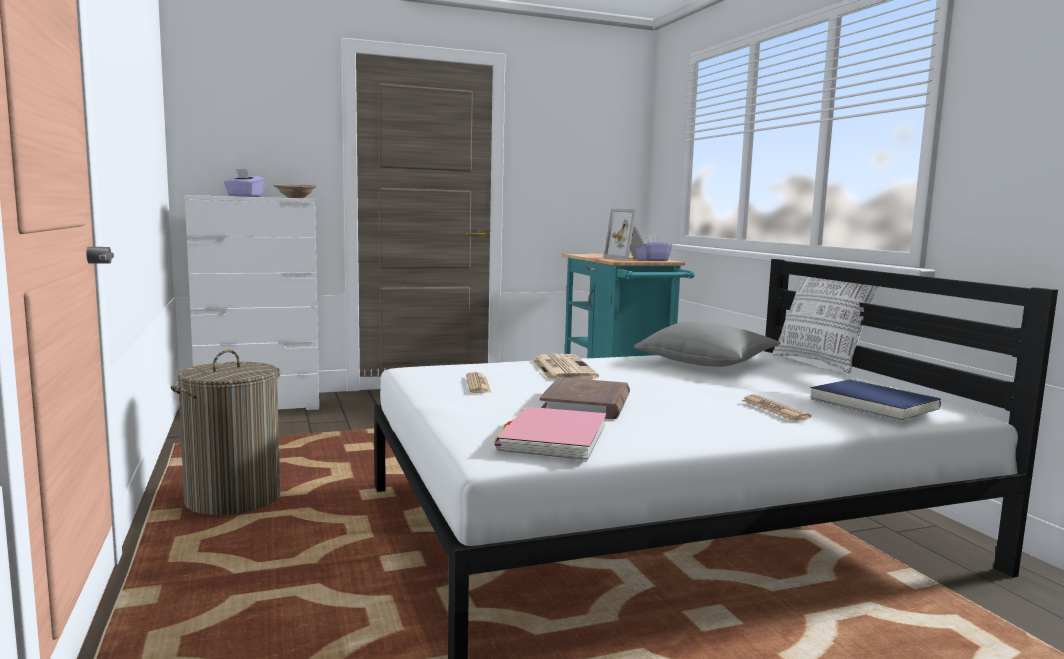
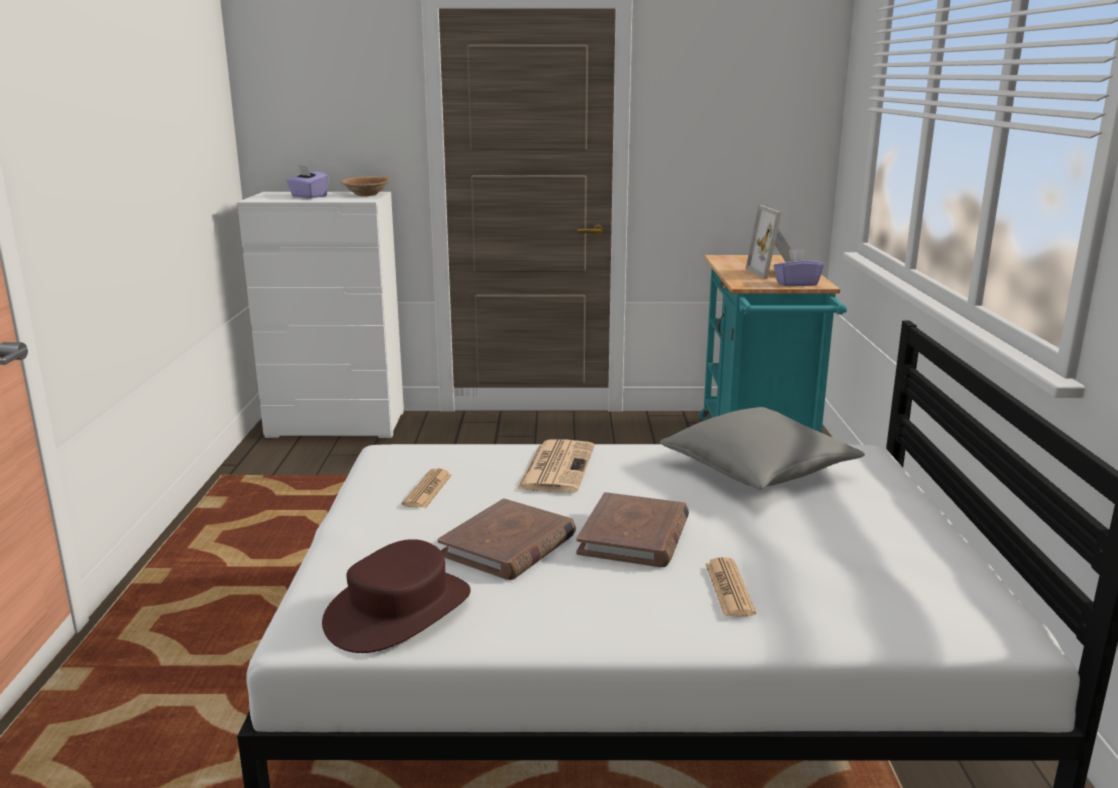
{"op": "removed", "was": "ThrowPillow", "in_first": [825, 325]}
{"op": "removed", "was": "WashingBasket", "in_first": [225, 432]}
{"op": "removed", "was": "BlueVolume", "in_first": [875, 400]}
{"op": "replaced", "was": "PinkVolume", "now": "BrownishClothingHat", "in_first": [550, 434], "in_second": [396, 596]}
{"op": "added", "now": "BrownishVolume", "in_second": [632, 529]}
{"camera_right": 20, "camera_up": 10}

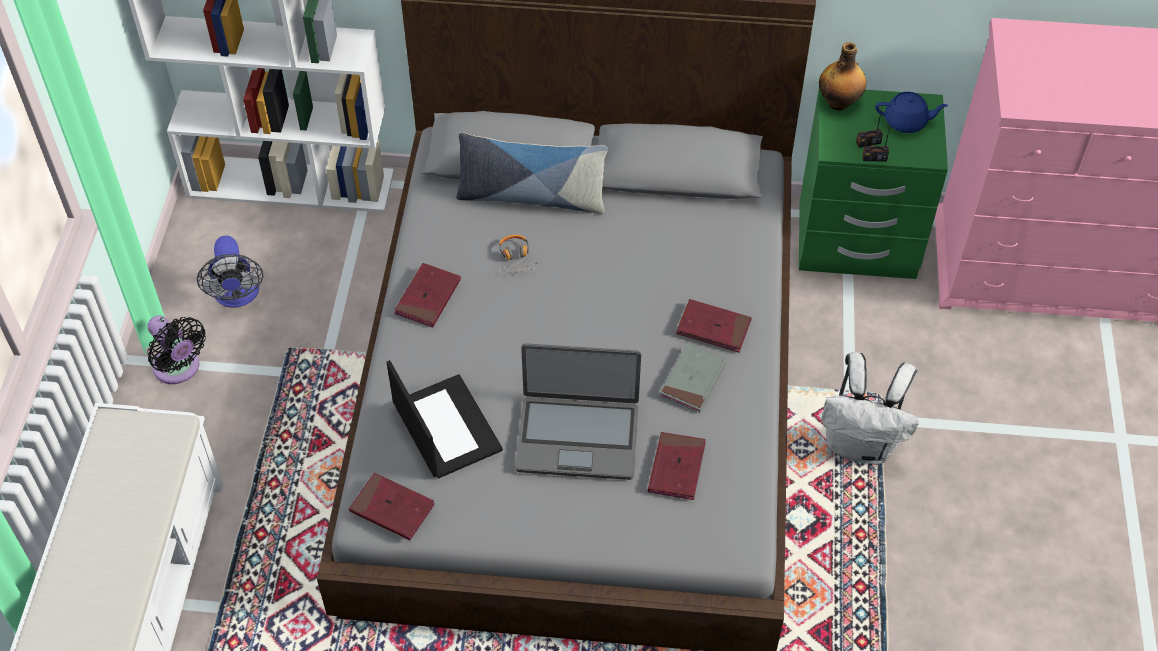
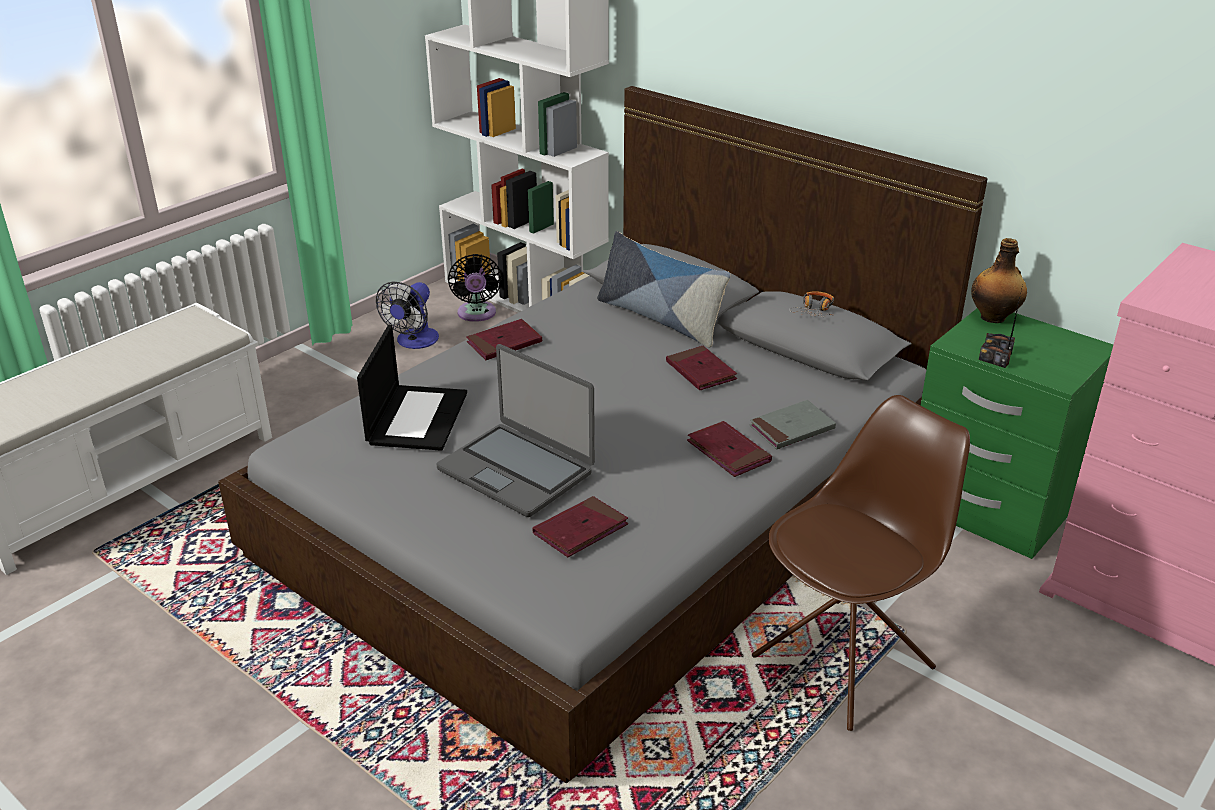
{"op": "removed", "was": "BlueTeaPot", "in_first": [911, 112]}
{"op": "moved", "was": "PairOfHeadphones", "in_first": [519, 255], "in_second": [811, 304]}
{"op": "moved", "was": "BlackColouredFan", "in_first": [176, 350], "in_second": [475, 288]}
{"op": "moved", "was": "GreyVolume", "in_first": [693, 378], "in_second": [793, 424]}
{"op": "replaced", "was": "WhitishBackpack", "now": "BrownishUprightChair", "in_first": [870, 408], "in_second": [861, 563]}
{"op": "moved", "was": "ReddishVolume", "in_first": [392, 506], "in_second": [701, 368]}
{"camera_right": 35, "camera_up": -20}

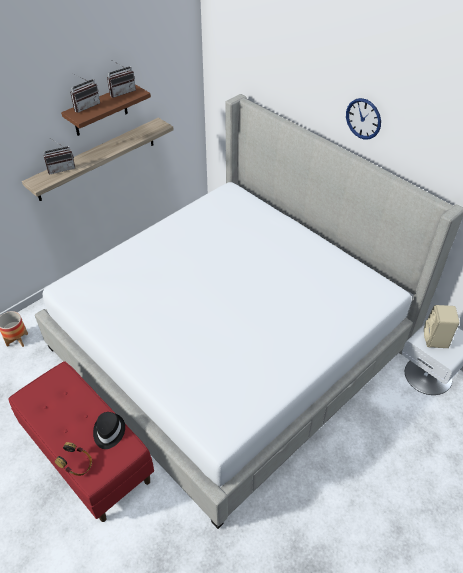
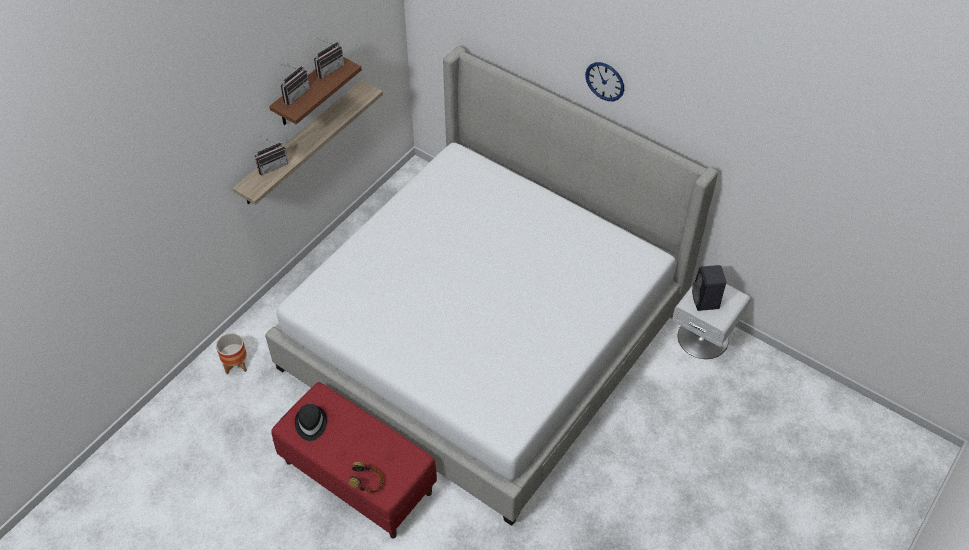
{"op": "recoloured", "was": "SandColouredAudioSpeaker", "now": "BlackColouredAudioSpeaker", "in_first": [441, 326], "in_second": [709, 288]}
{"op": "moved", "was": "BlackColouredClothingHat", "in_first": [109, 430], "in_second": [311, 422]}
{"camera_right": -10, "camera_up": 5}

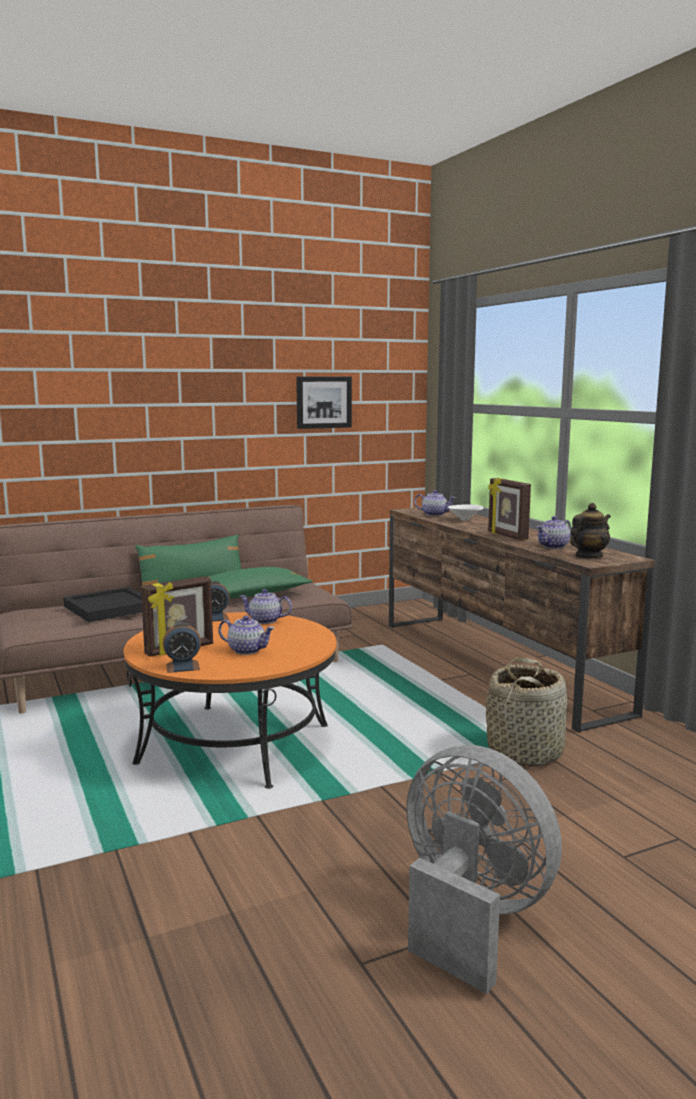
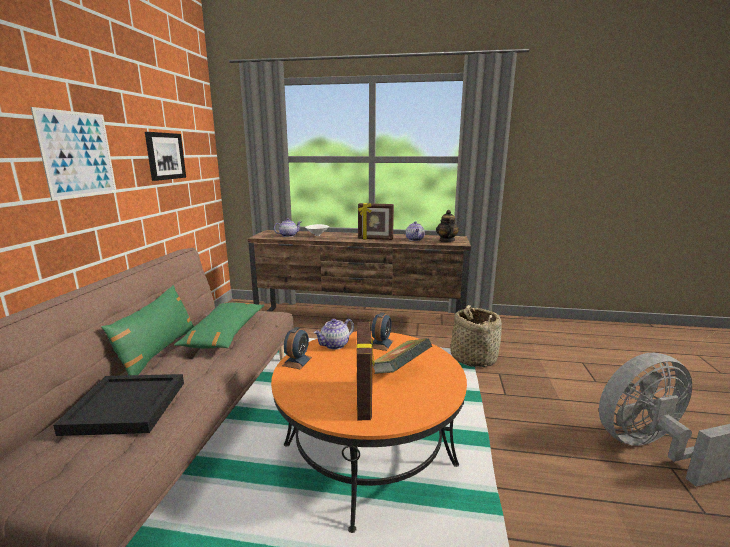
{"op": "replaced", "was": "TeaPot", "now": "Volume", "in_first": [246, 635], "in_second": [402, 356]}
{"op": "moved", "was": "AlarmClock", "in_first": [182, 648], "in_second": [382, 331]}
{"op": "added", "now": "WallPicture", "in_second": [74, 153]}
{"camera_right": -55, "camera_up": 5}

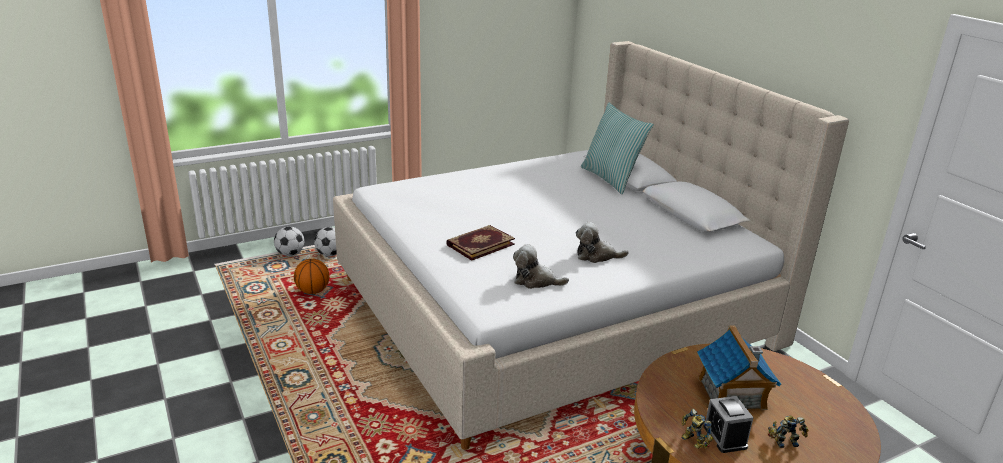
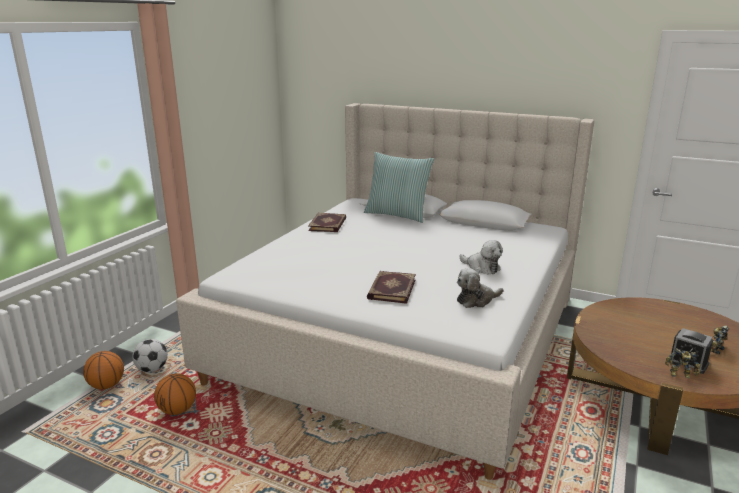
{"op": "turned", "was": "PlushToy", "in_first": [602, 242], "in_second": [481, 257], "clockwise": -105}
{"op": "replaced", "was": "Football", "now": "BallForBasketball", "in_first": [289, 241], "in_second": [103, 370]}
{"op": "removed", "was": "ToyHouse", "in_first": [739, 368]}
{"op": "added", "now": "Volume", "in_second": [327, 222]}
{"camera_right": -35, "camera_up": -5}

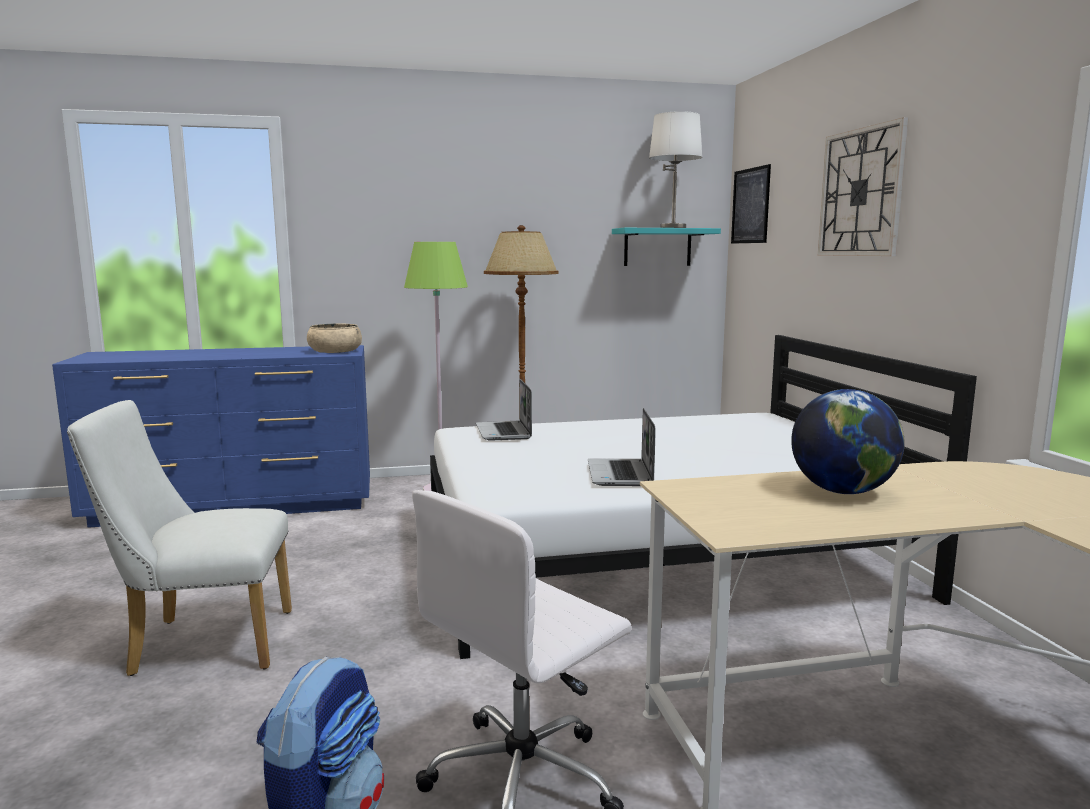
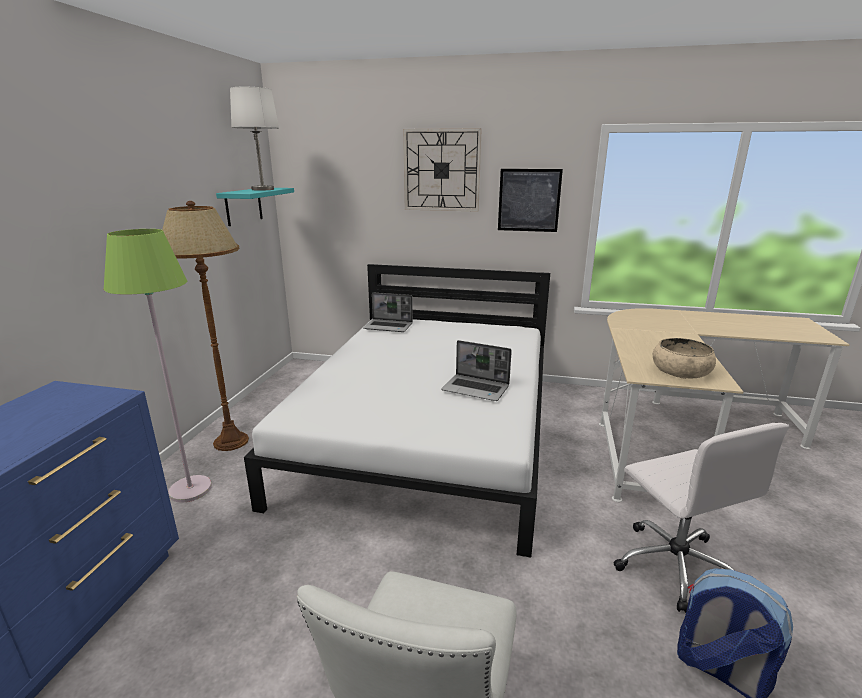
{"op": "moved", "was": "WallPicture", "in_first": [751, 204], "in_second": [530, 200]}
{"op": "moved", "was": "SandColouredBowl", "in_first": [334, 338], "in_second": [684, 358]}
{"op": "moved", "was": "PortableComputer", "in_first": [504, 410], "in_second": [388, 312]}
{"op": "removed", "was": "WorldGlobe", "in_first": [848, 441]}
{"camera_right": -65, "camera_up": 10}

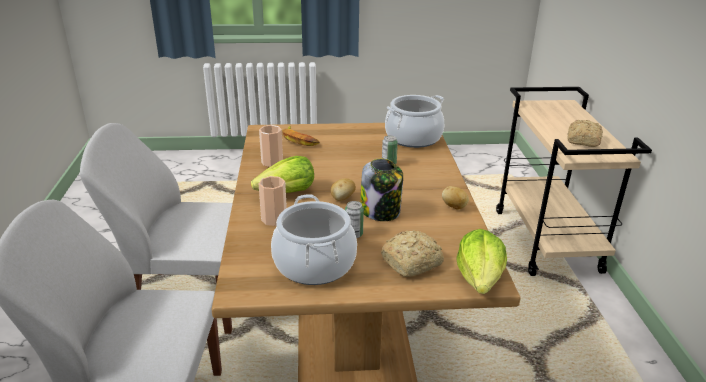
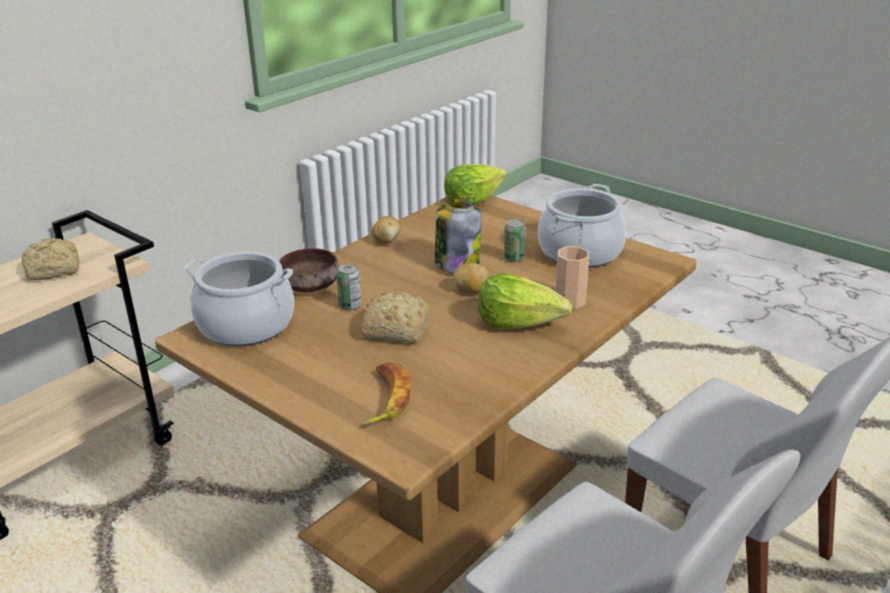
{"op": "removed", "was": "DrinkingCup", "in_first": [271, 146]}
{"op": "moved", "was": "BakeryBread", "in_first": [412, 253], "in_second": [395, 317]}
{"op": "added", "now": "BrownishBowl", "in_second": [309, 270]}
{"camera_right": -135, "camera_up": 0}

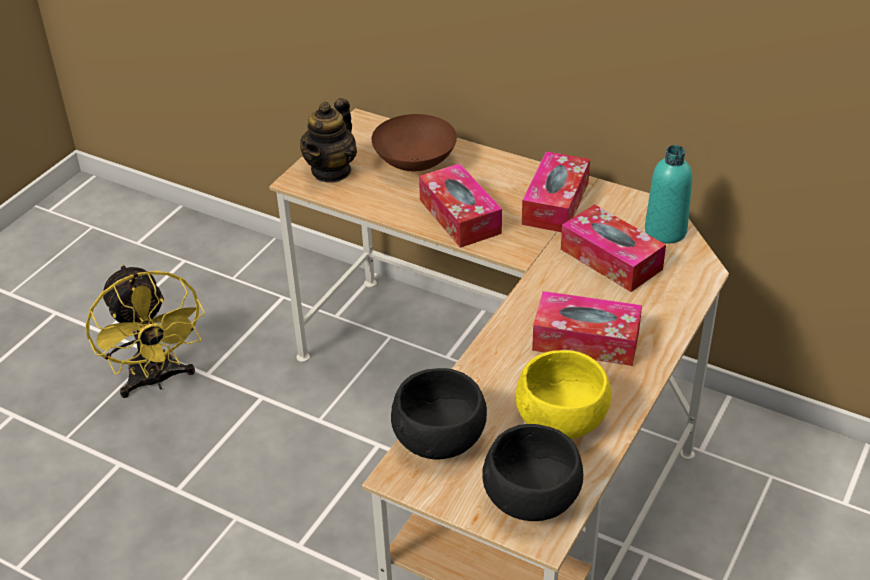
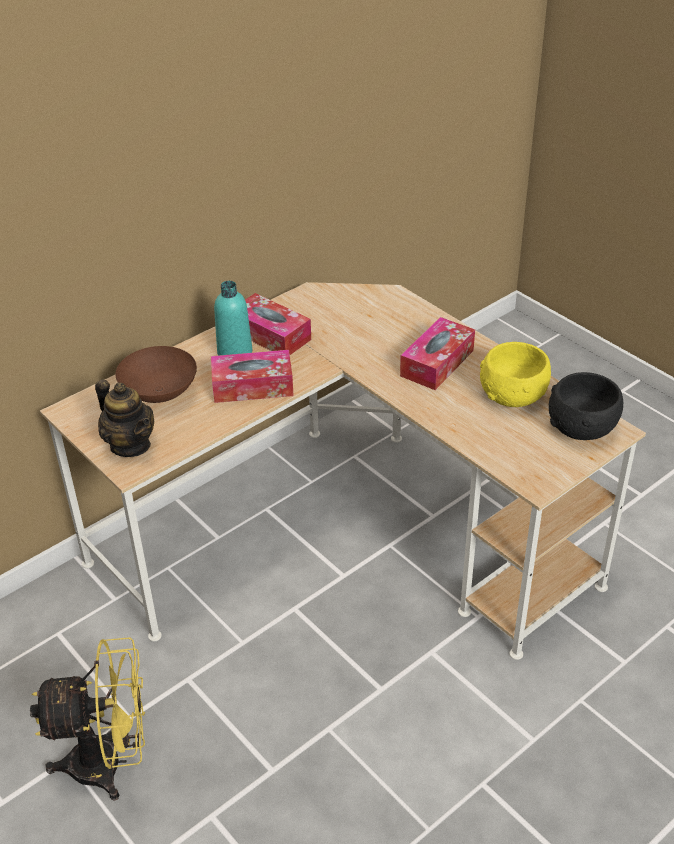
{"op": "moved", "was": "TurquoiseDrinkBottle", "in_first": [668, 194], "in_second": [233, 318]}
{"op": "removed", "was": "TissueBox", "in_first": [613, 248]}
{"op": "removed", "was": "BlackColouredBowl", "in_first": [439, 413]}
{"camera_right": -70, "camera_up": 0}

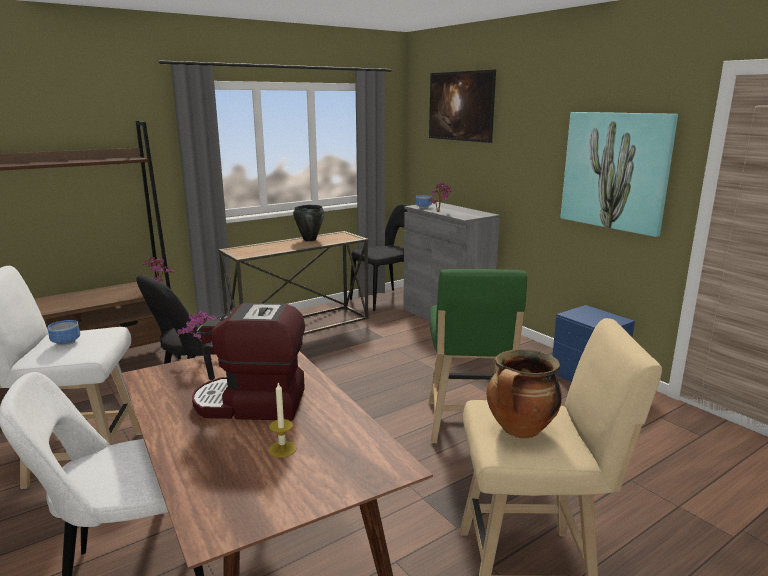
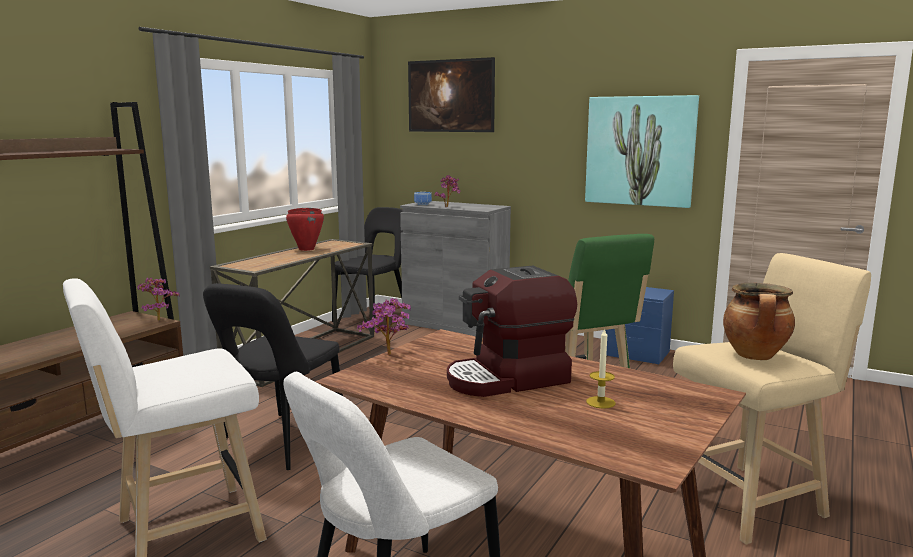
{"op": "recoloured", "was": "BlackColouredSaucepot", "now": "ReddishSaucepot", "in_first": [308, 223], "in_second": [305, 229]}
{"op": "removed", "was": "Bowl", "in_first": [64, 333]}
{"camera_right": -25, "camera_up": -5}

